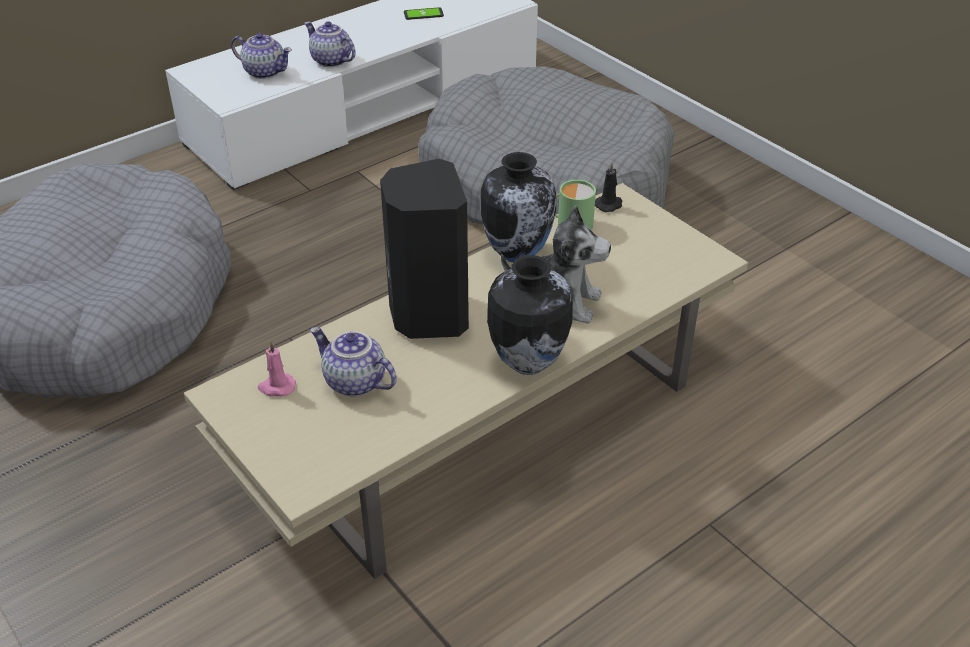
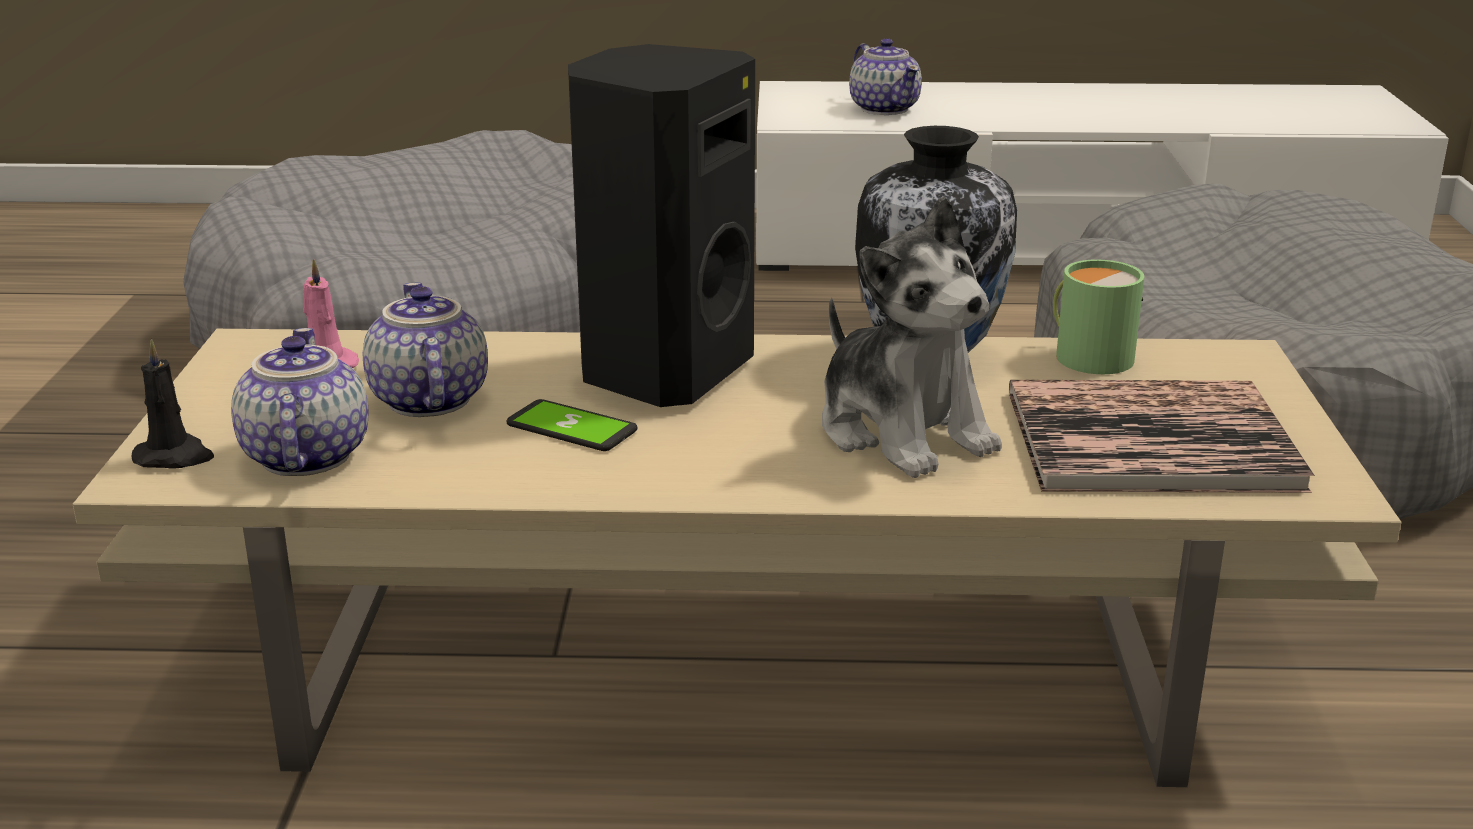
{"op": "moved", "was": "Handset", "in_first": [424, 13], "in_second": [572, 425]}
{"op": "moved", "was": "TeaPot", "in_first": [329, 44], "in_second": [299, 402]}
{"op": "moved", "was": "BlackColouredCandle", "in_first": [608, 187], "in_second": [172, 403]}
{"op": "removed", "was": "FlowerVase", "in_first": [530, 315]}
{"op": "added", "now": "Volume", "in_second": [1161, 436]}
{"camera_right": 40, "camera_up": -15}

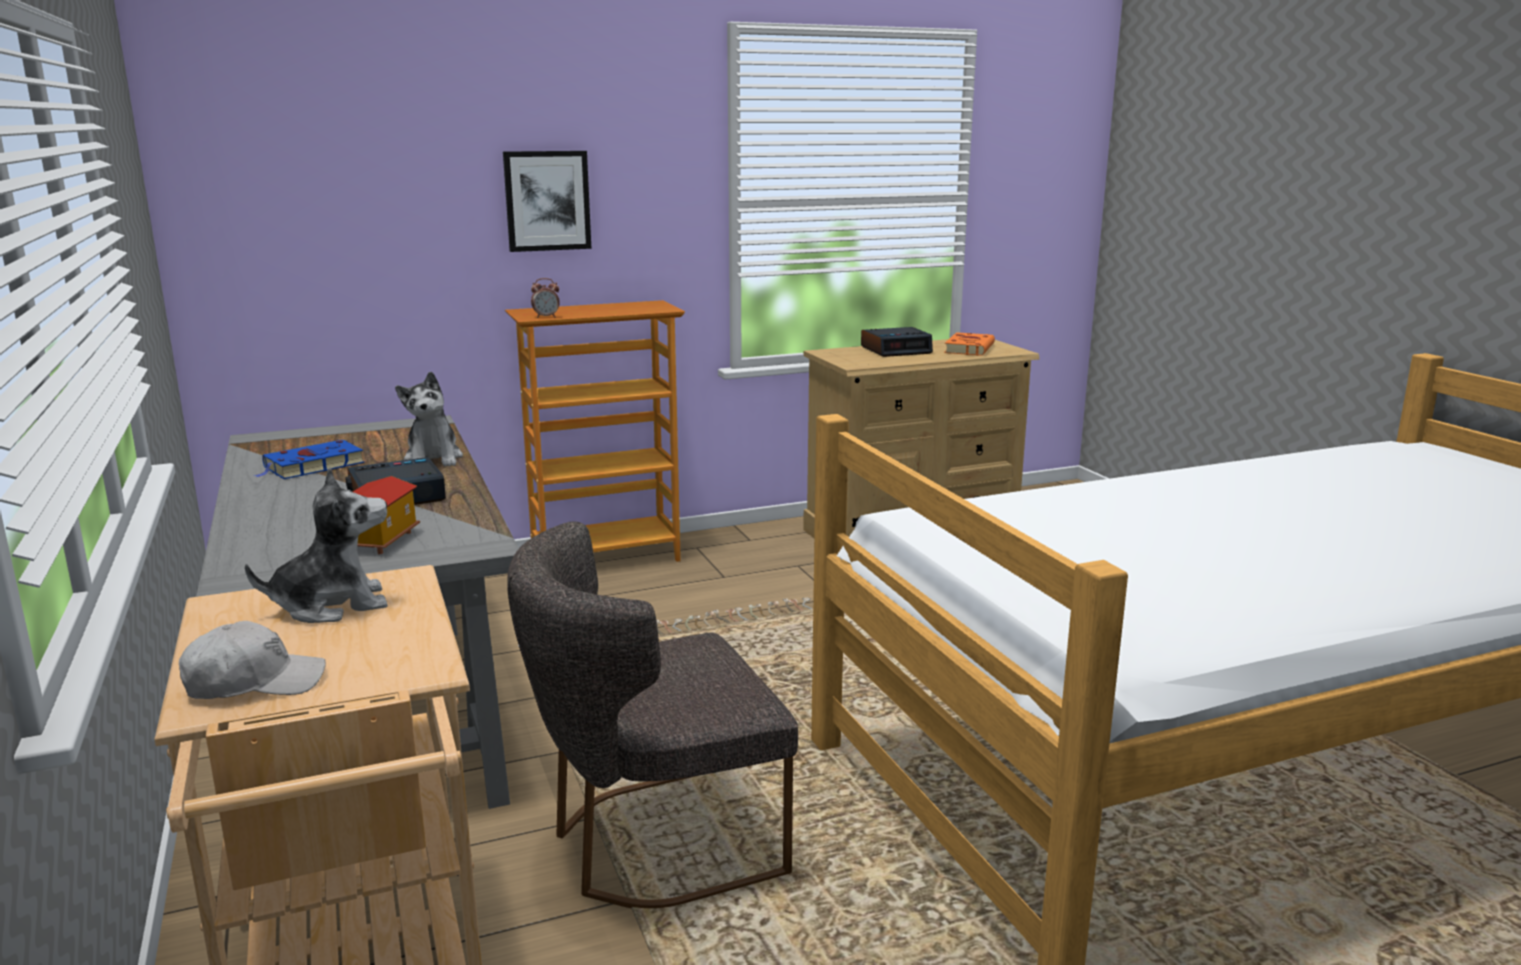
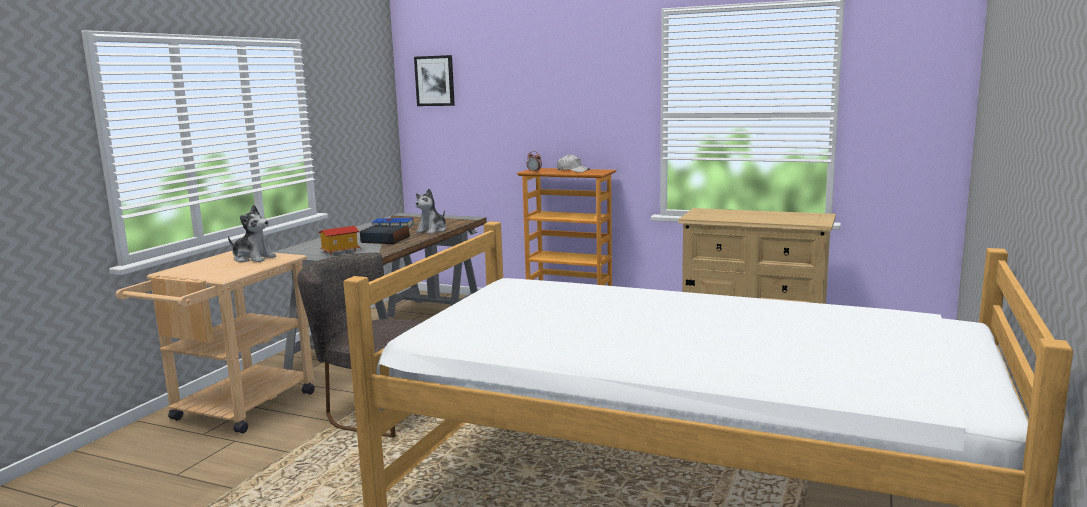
{"op": "moved", "was": "WallPicture", "in_first": [547, 201], "in_second": [434, 80]}
{"op": "removed", "was": "AlarmClock", "in_first": [897, 342]}
{"op": "removed", "was": "OrangeVolume", "in_first": [969, 344]}
{"op": "moved", "was": "WhitishPeakedCap", "in_first": [252, 660], "in_second": [573, 163]}
{"camera_right": 45, "camera_up": -5}

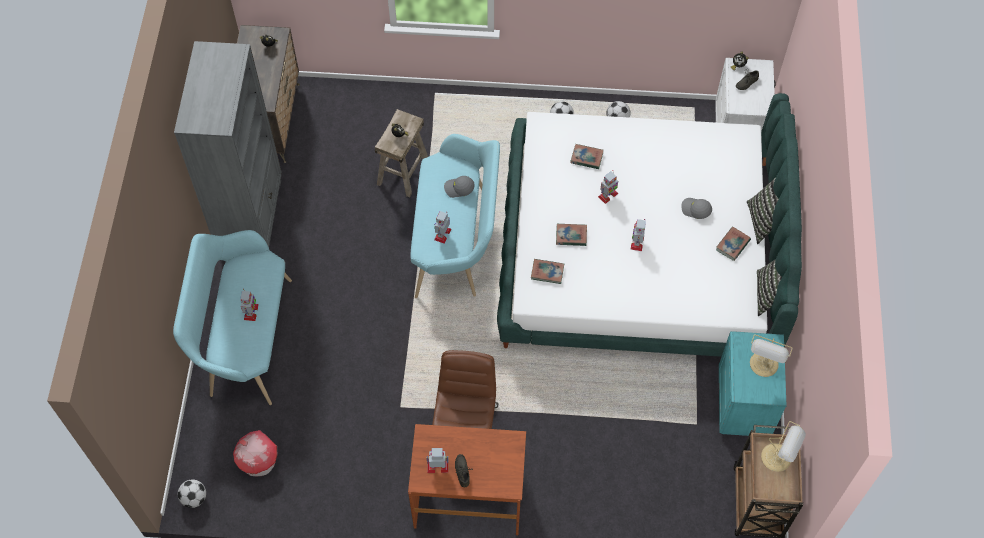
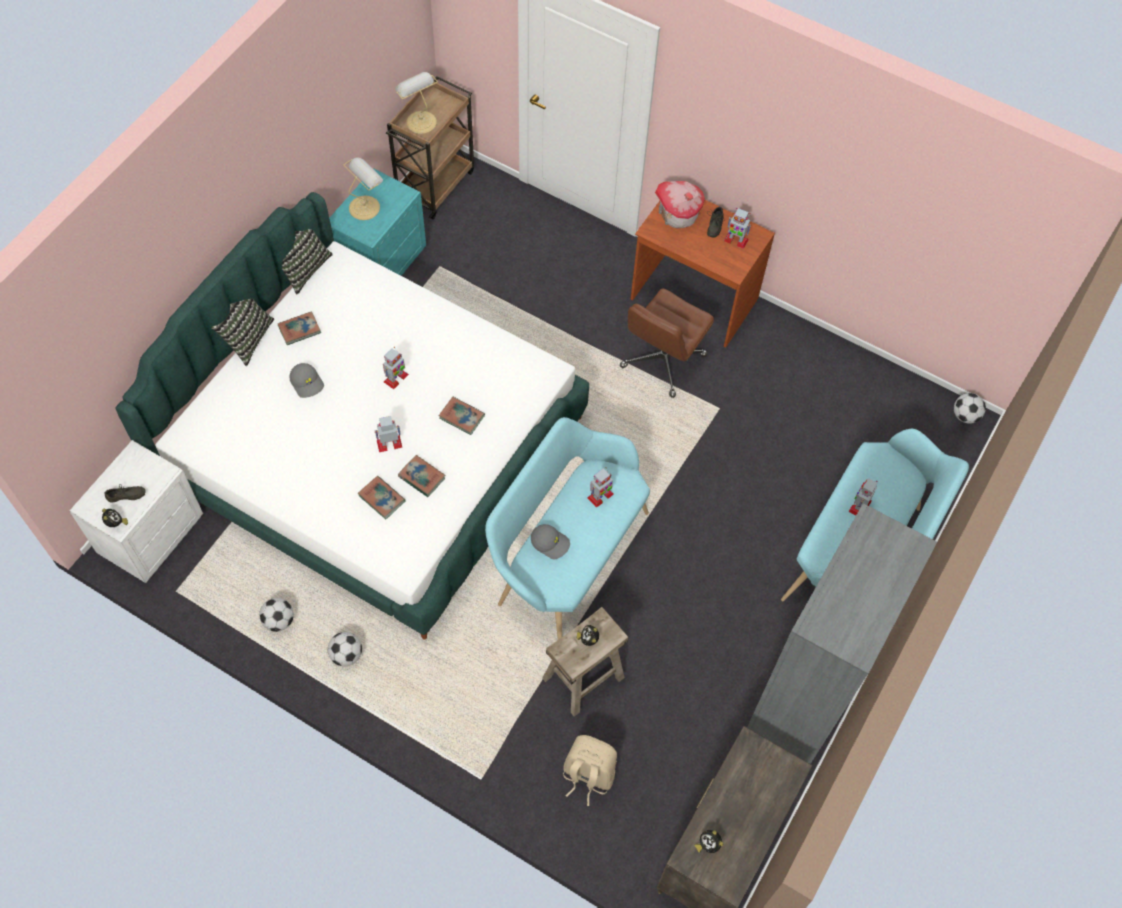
{"op": "moved", "was": "Volume", "in_first": [547, 271], "in_second": [421, 476]}
{"op": "moved", "was": "ToyHouse", "in_first": [255, 453], "in_second": [680, 205]}
{"op": "added", "now": "SandColouredBackpack", "in_second": [590, 770]}
{"camera_right": -155, "camera_up": 0}

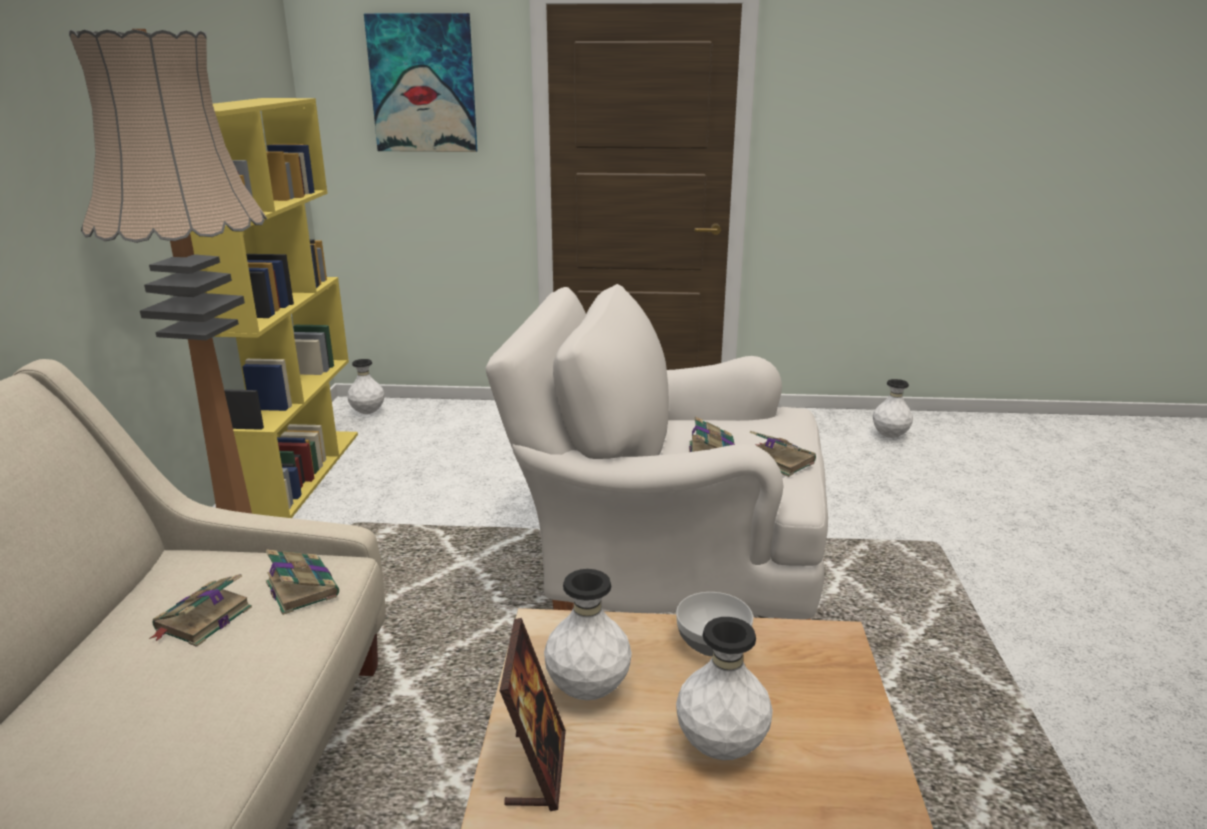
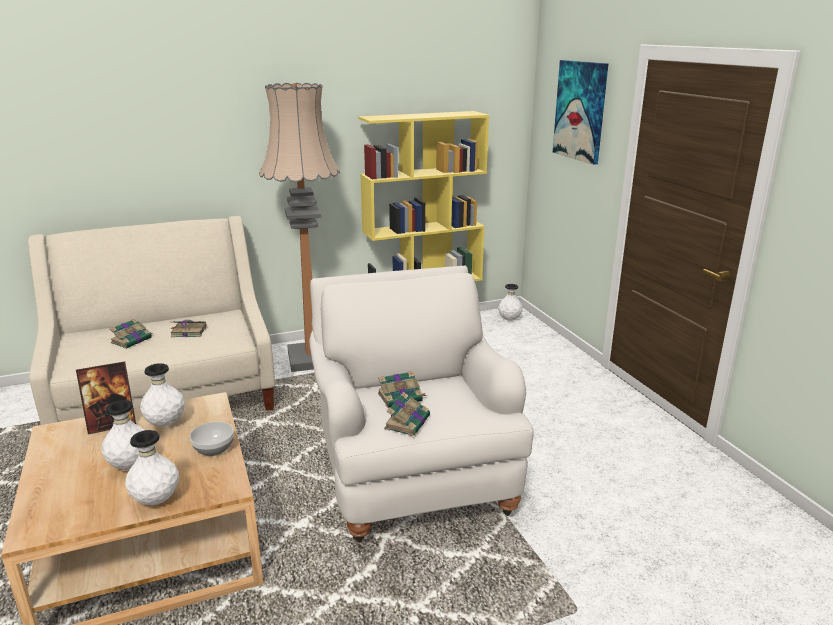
{"op": "moved", "was": "WhitishFlowerVase", "in_first": [893, 408], "in_second": [152, 467]}
{"op": "moved", "was": "Volume", "in_first": [302, 582], "in_second": [131, 334]}
{"camera_right": 65, "camera_up": 0}

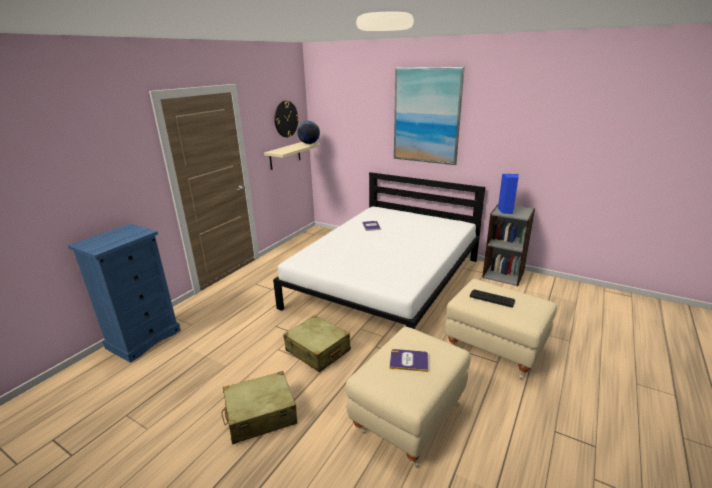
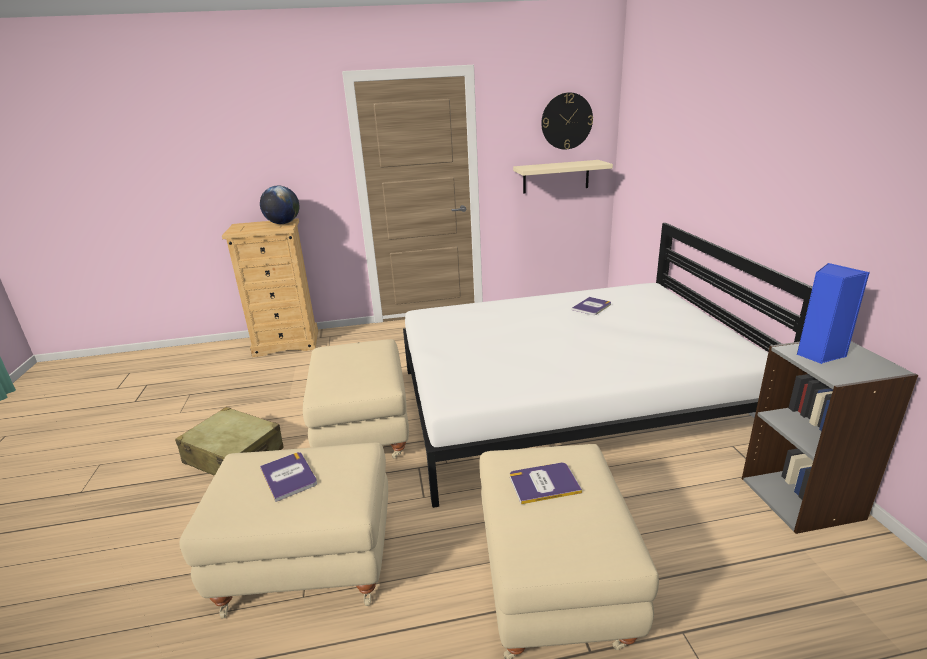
{"op": "removed", "was": "WallPicture", "in_first": [429, 116]}
{"op": "moved", "was": "WorldGlobe", "in_first": [308, 132], "in_second": [279, 205]}
{"op": "recoloured", "was": "BlueChestOfDrawers", "now": "SandColouredChestOfDrawers", "in_first": [124, 293], "in_second": [270, 287]}
{"op": "replaced", "was": "Keyboard", "now": "Volume", "in_first": [492, 299], "in_second": [546, 483]}
{"op": "replaced", "was": "SandColouredTravelCase", "now": "SandColouredFootrest", "in_first": [317, 343], "in_second": [356, 398]}
{"camera_right": 50, "camera_up": 0}

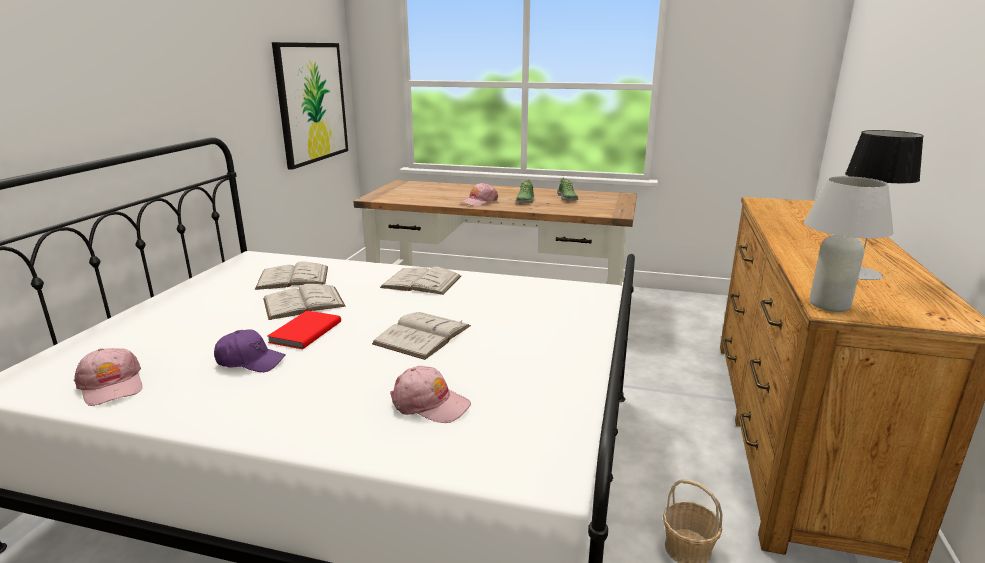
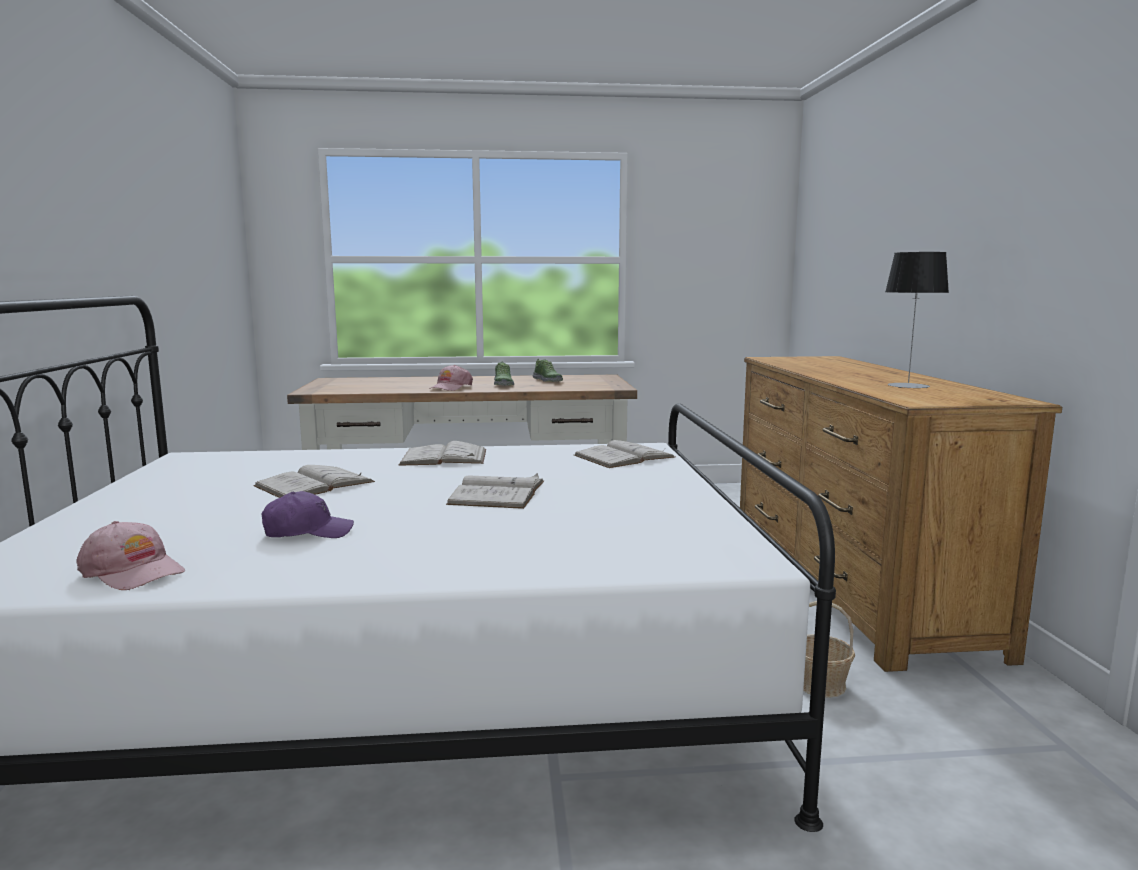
{"op": "removed", "was": "WallPicture", "in_first": [310, 106]}
{"op": "removed", "was": "WhitishTableLamp", "in_first": [848, 244]}
{"op": "moved", "was": "WhitishVolume", "in_first": [291, 275], "in_second": [624, 454]}
{"op": "removed", "was": "ReddishVolume", "in_first": [304, 330]}
{"op": "removed", "was": "PinkPeakedCap", "in_first": [430, 394]}
{"camera_right": -20, "camera_up": -10}

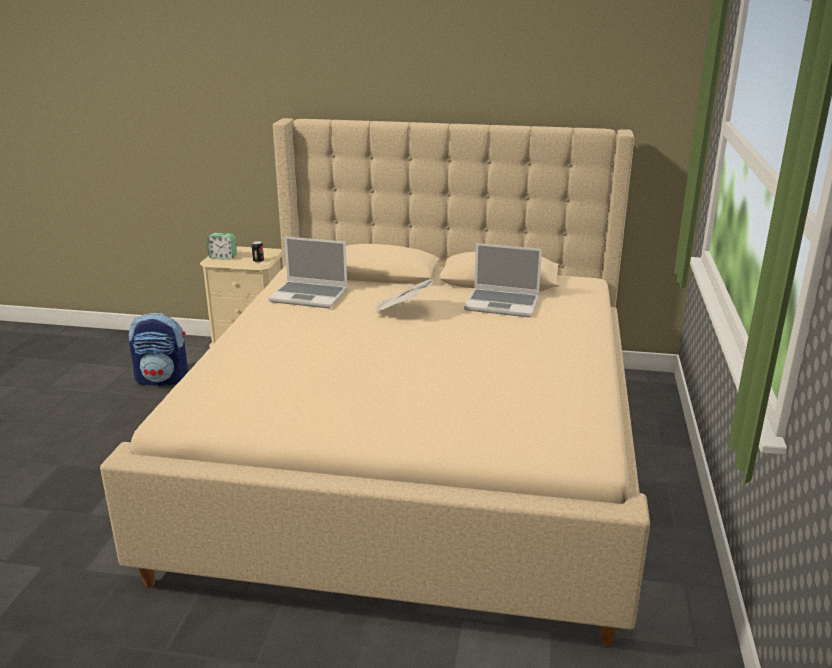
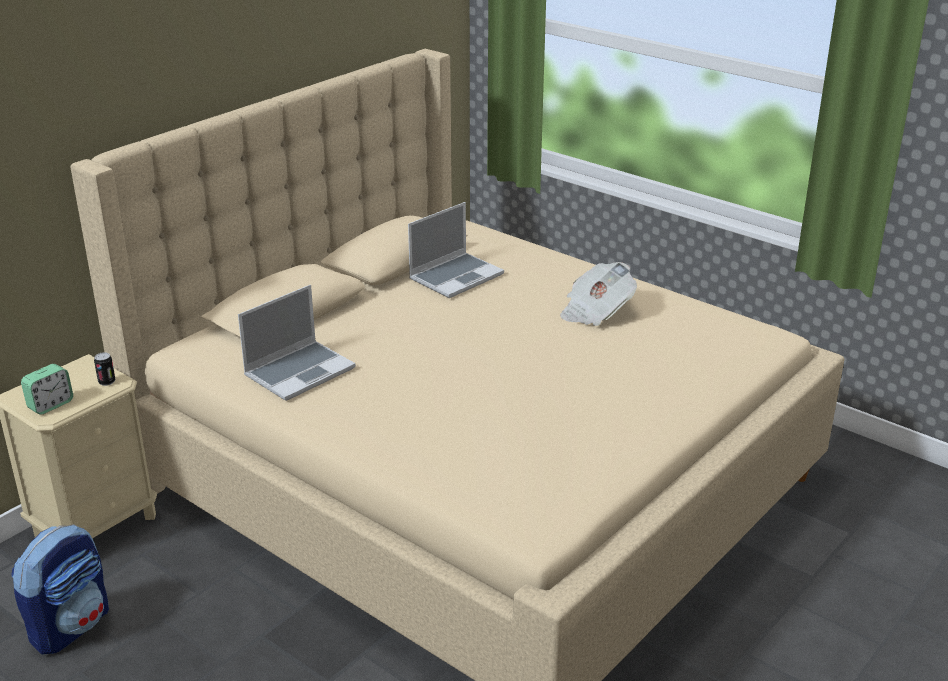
{"op": "moved", "was": "PrintedPaper", "in_first": [404, 296], "in_second": [598, 294]}
{"camera_right": -60, "camera_up": 5}

